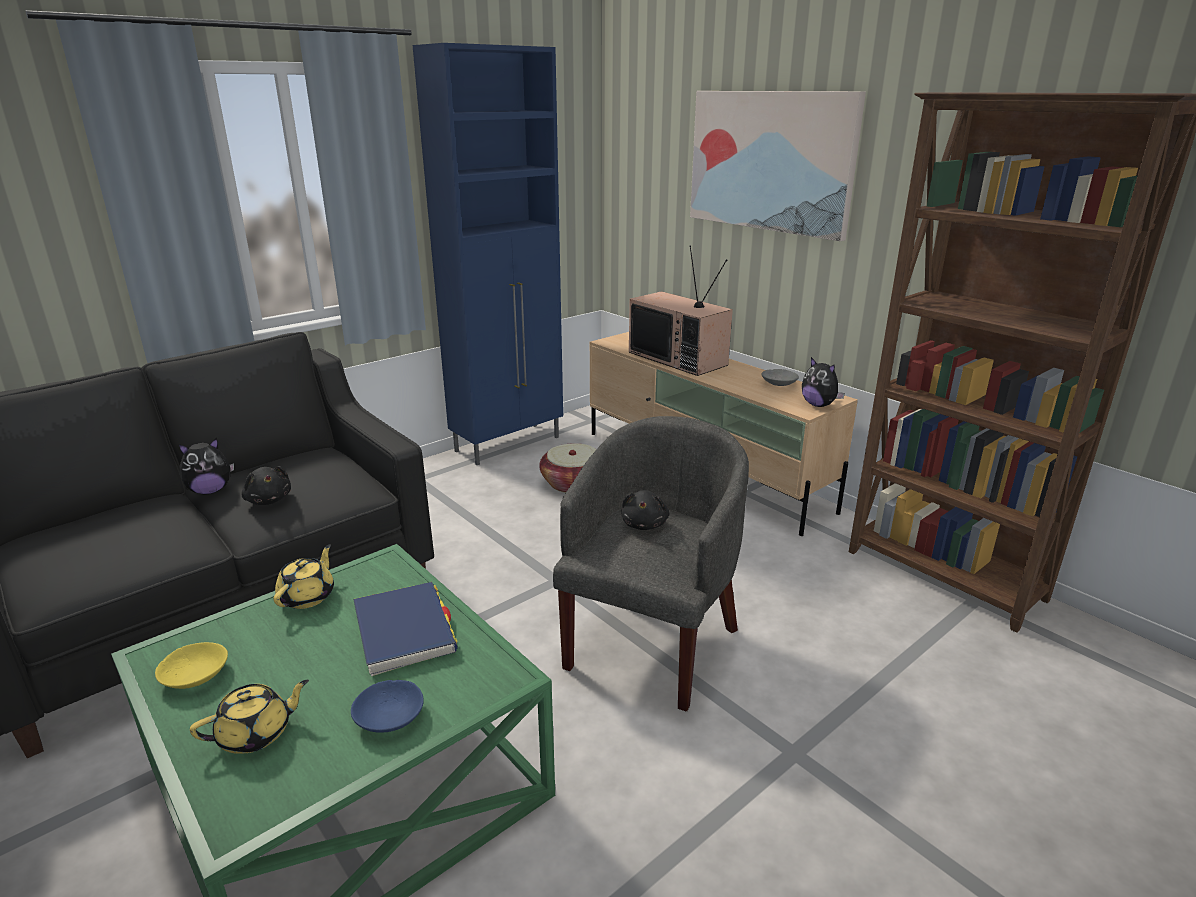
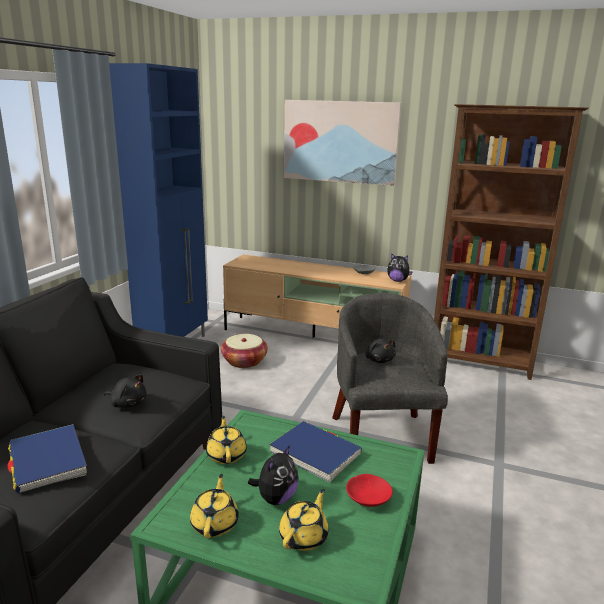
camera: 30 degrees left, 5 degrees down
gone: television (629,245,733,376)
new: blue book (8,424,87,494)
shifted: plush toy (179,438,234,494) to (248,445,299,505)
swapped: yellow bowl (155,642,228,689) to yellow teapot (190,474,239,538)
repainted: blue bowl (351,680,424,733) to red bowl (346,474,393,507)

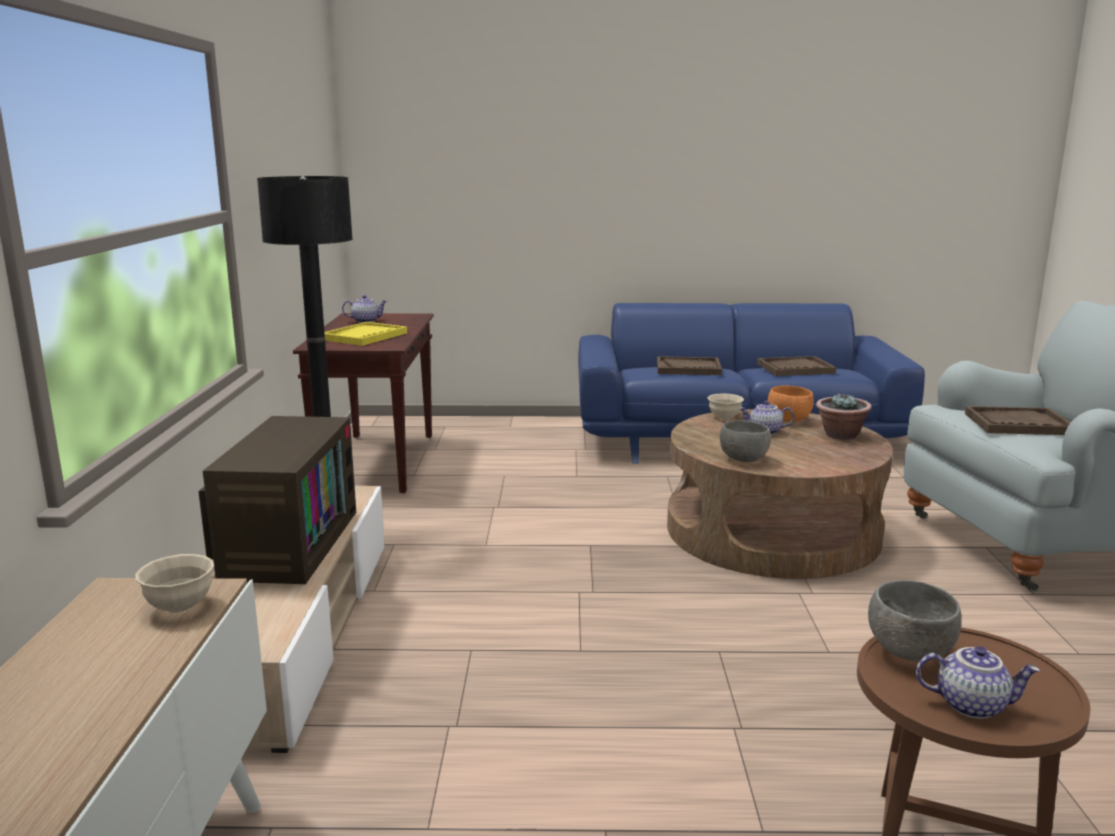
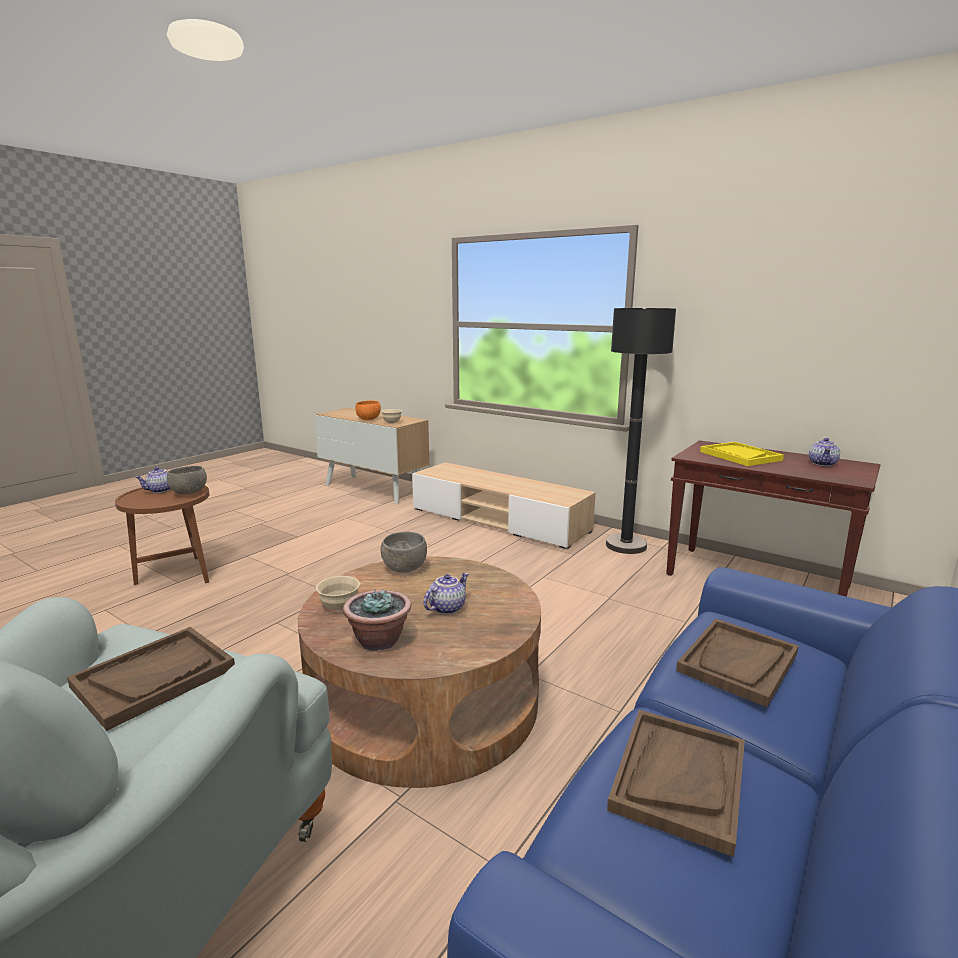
camera: 125 degrees right, 0 degrees up
gone: television (198,416,356,584)
shifted: beige bowl (707,394,744,420) to (316,576,360,611); orange bowl (768,385,814,422) to (355,401,381,420)

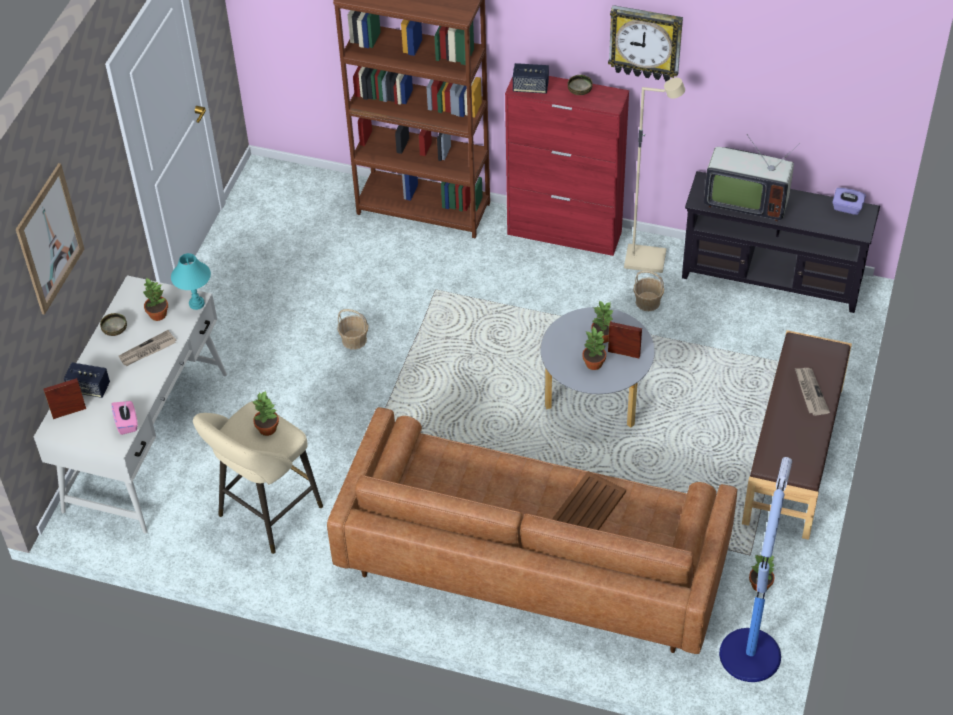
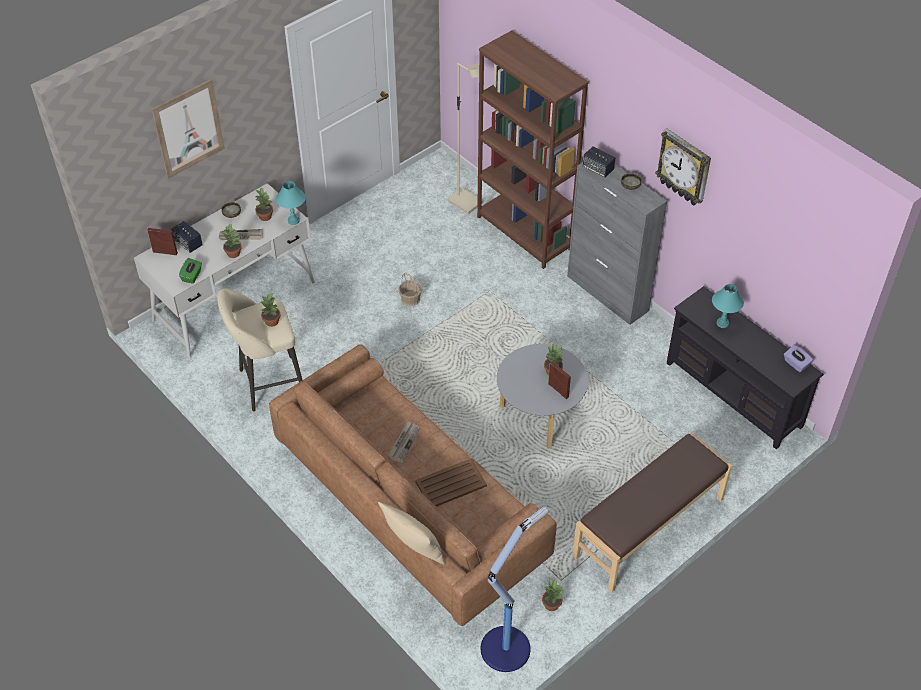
camera: 30 degrees right, 0 degrees up
gone: basket (634,270,664,311)
new: beige pillow (378,502,445,564)
shifted: potted plant (582,326,607,370) to (222,224,242,258); beige floor lamp (624,78,685,273) to (447,63,483,214); newspaper (795,368,830,416) to (388,421,420,463)
swapped: television (704,136,800,221) to turquoise table lamp (712,284,744,328)
repainted: pink tissue box (112,401,138,435) to green tissue box (179,258,202,284); red cabinet (505,76,629,256) to grey cabinet (567,162,667,325)

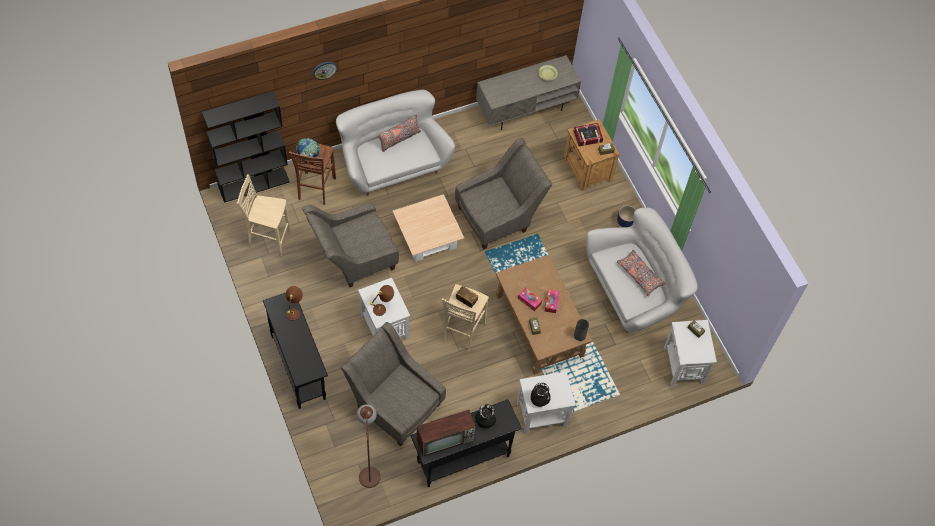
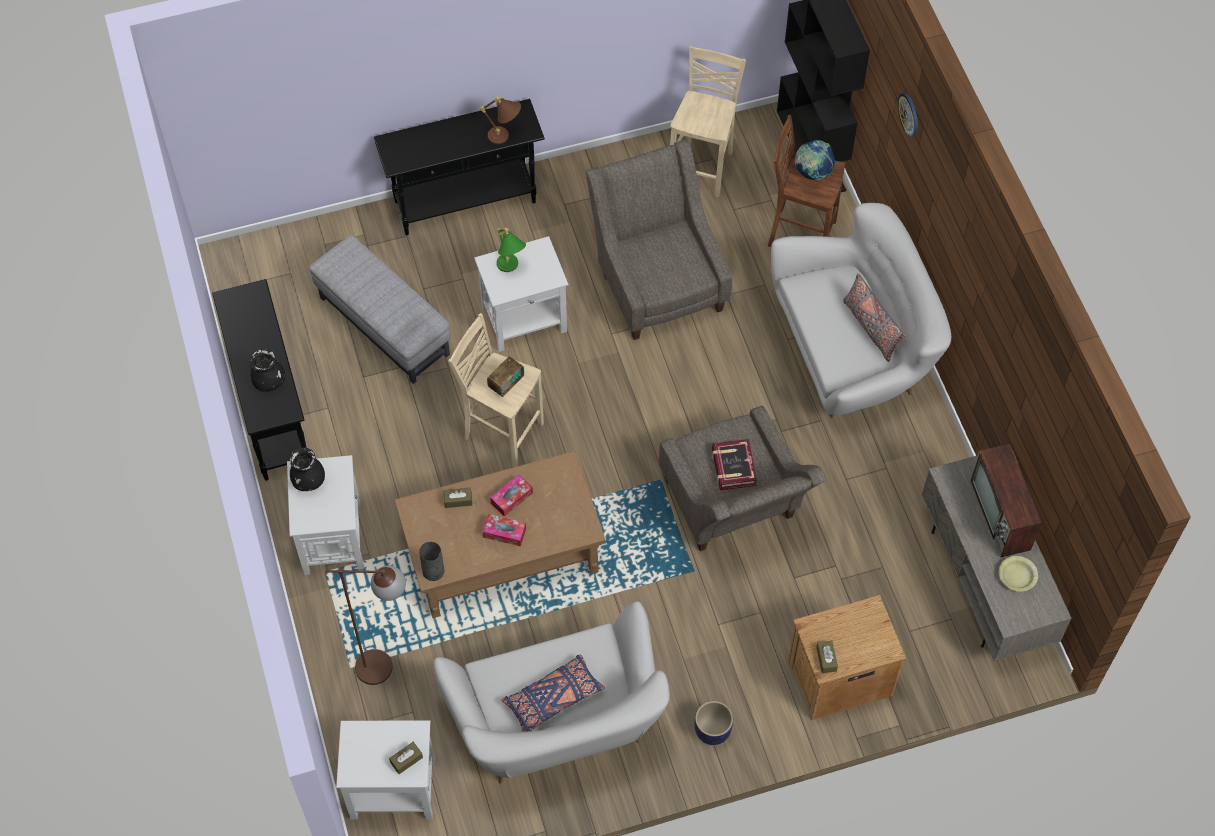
camera: 100 degrees right, 0 degrees up
gone: beige coffee table (393,194,464,262)
shifted: brown floor lamp (357,404,381,488) to (325,566,406,685); television (417,410,476,457) to (970,444,1042,558); book (574,123,603,146) to (712,439,757,490)
swapped: grey armchair (341,322,446,446) to grey ottoman (309,236,451,384)
repainted: brown table lamp (370,285,394,316) to green table lamp (497,228,526,272); grey pillow (617,250,666,296) to blue pillow (501,655,605,732)

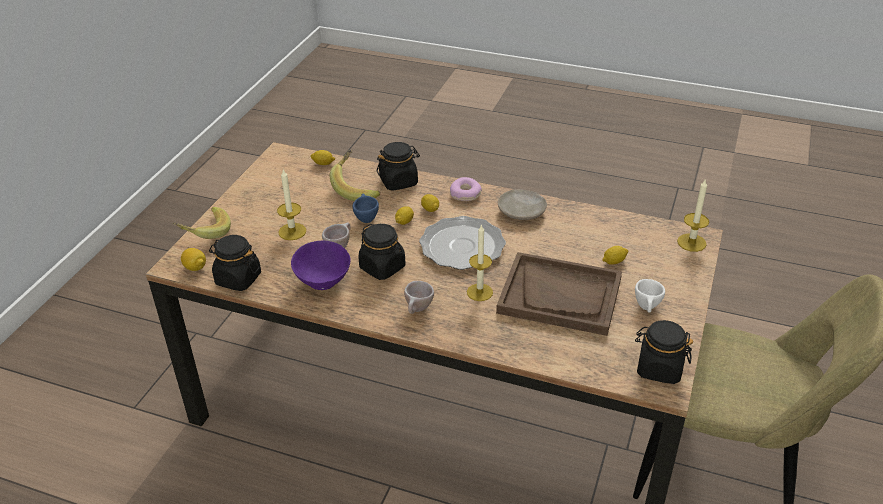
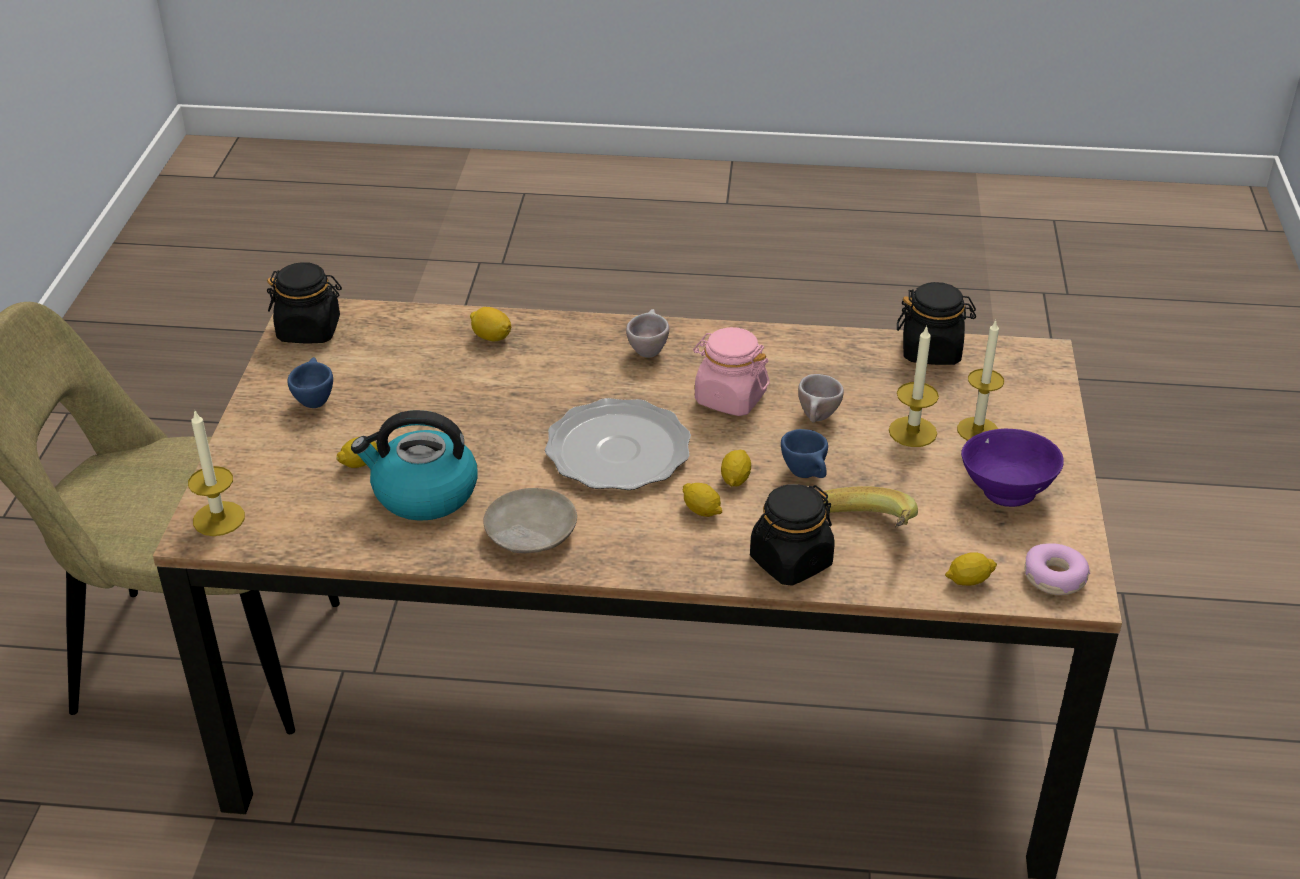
camera: 165 degrees right, 0 degrees up
gone: banana (172,207,231,239); brown tray (496,252,622,336)
new: kettle (351,410,478,521)
shifted: lemon (181,248,206,271) to (470,307,511,341); purple bowl (291,241,351,290) to (961,429,1064,507); donut (450,177,482,201) to (1025,543,1090,595); candle (467,224,493,301) to (957,319,1004,441)
repainted: black jar (358,224,405,280) to pink jar (693,327,770,416); white cup (635,279,665,313) to blue cup (288,357,333,408)

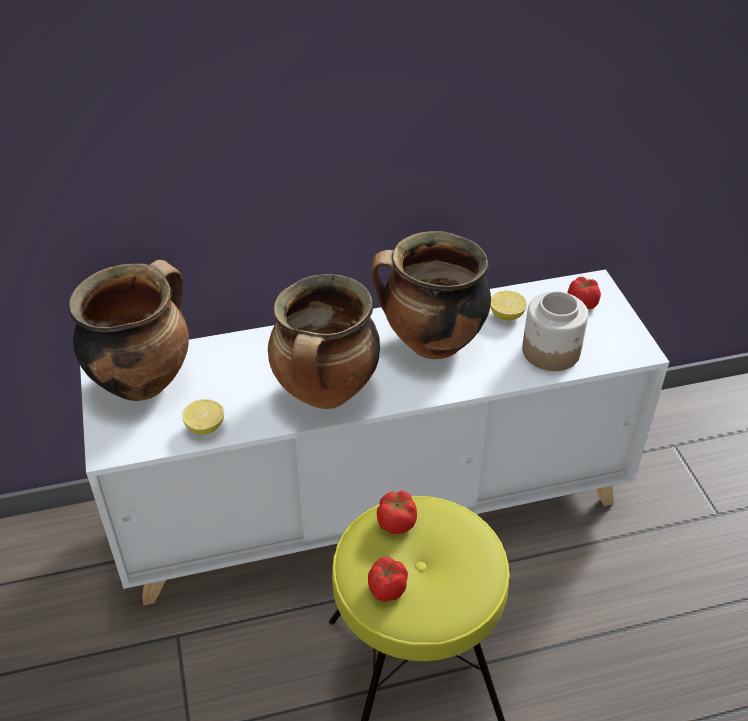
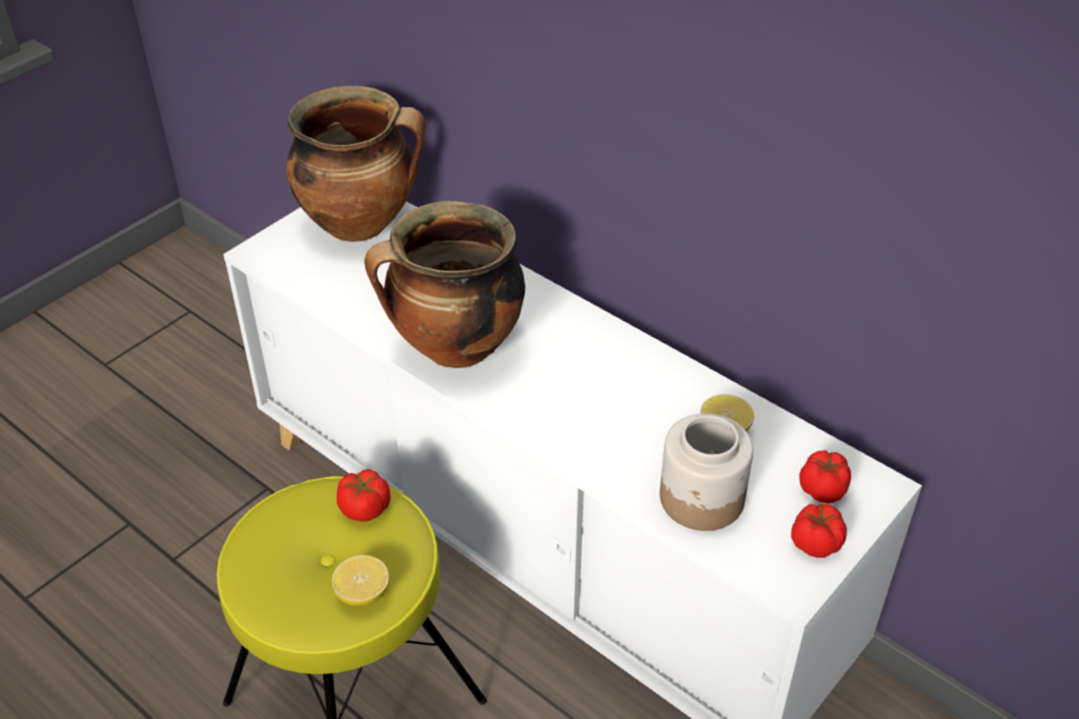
camera: 55 degrees right, 0 degrees up
gone: cooking pot (371,231,491,359)
shifted: lemon (182,399,224,434) to (332,555,389,606); tomato (368,557,408,602) to (791,504,847,558)

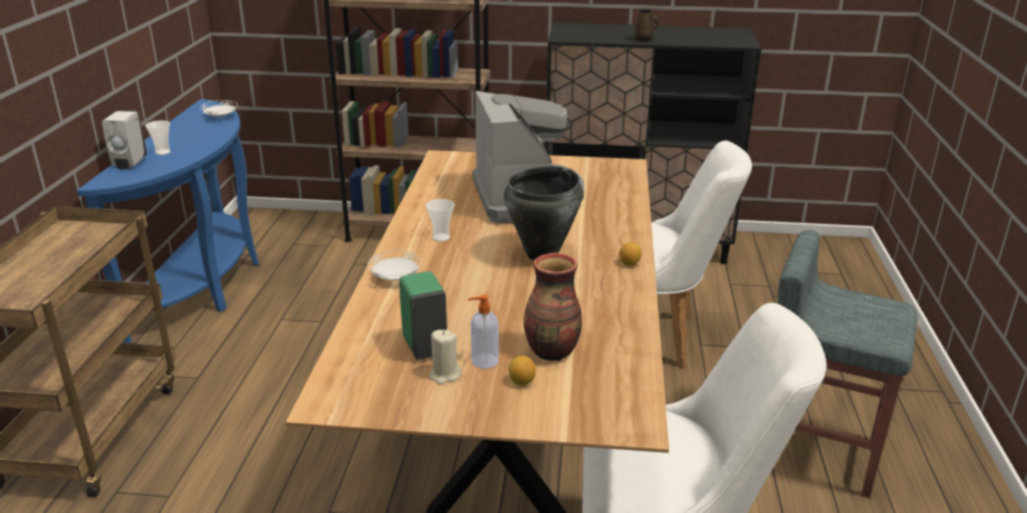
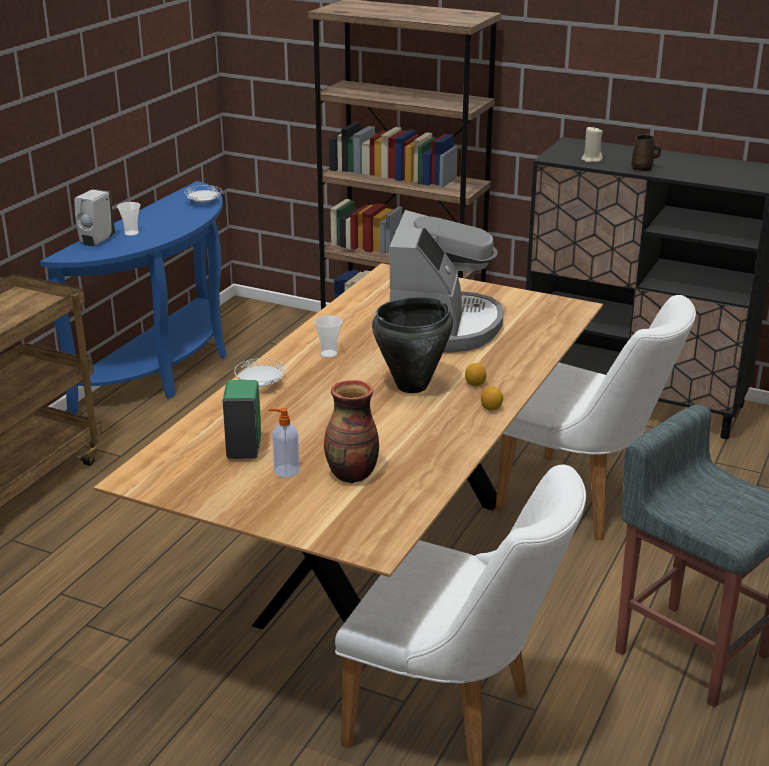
camera: 20 degrees right, 0 degrees up
shifted: beige candle (429,330,462,385) to (581,126,603,163); lemon (509,356,536,386) to (465,363,486,387)

